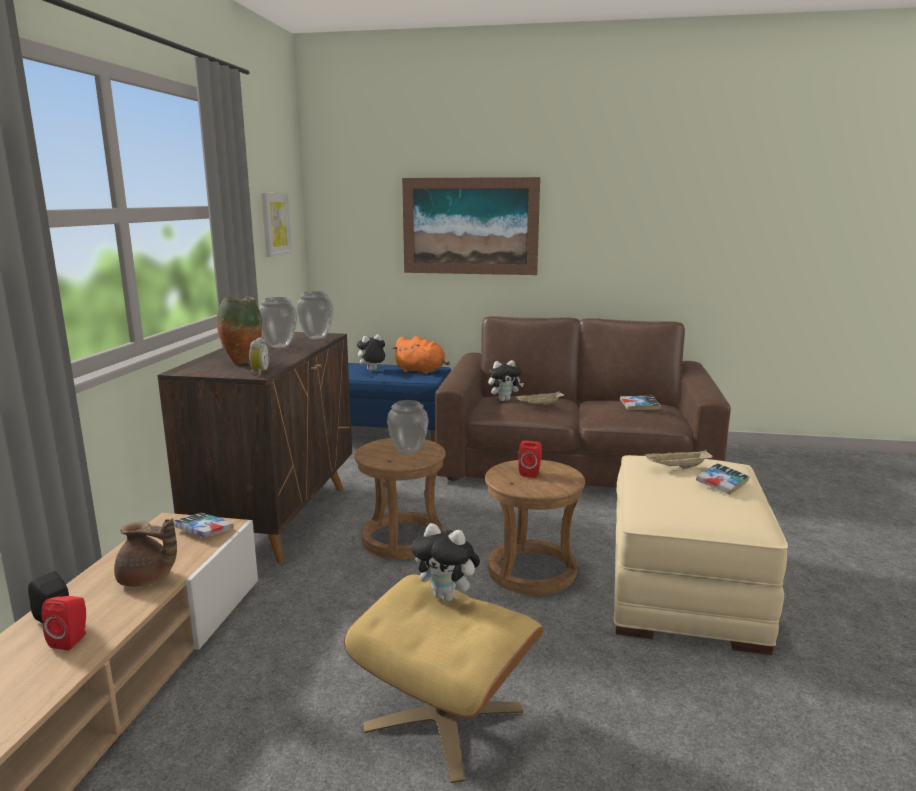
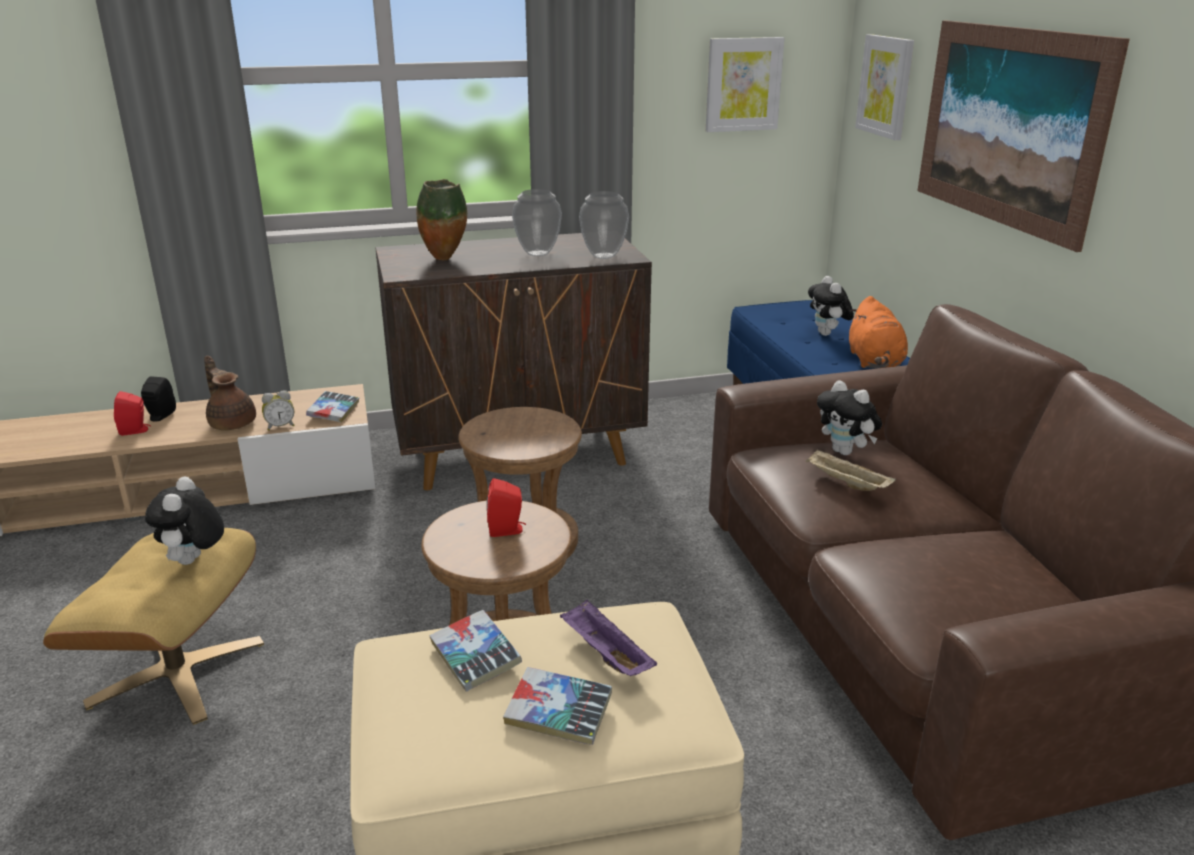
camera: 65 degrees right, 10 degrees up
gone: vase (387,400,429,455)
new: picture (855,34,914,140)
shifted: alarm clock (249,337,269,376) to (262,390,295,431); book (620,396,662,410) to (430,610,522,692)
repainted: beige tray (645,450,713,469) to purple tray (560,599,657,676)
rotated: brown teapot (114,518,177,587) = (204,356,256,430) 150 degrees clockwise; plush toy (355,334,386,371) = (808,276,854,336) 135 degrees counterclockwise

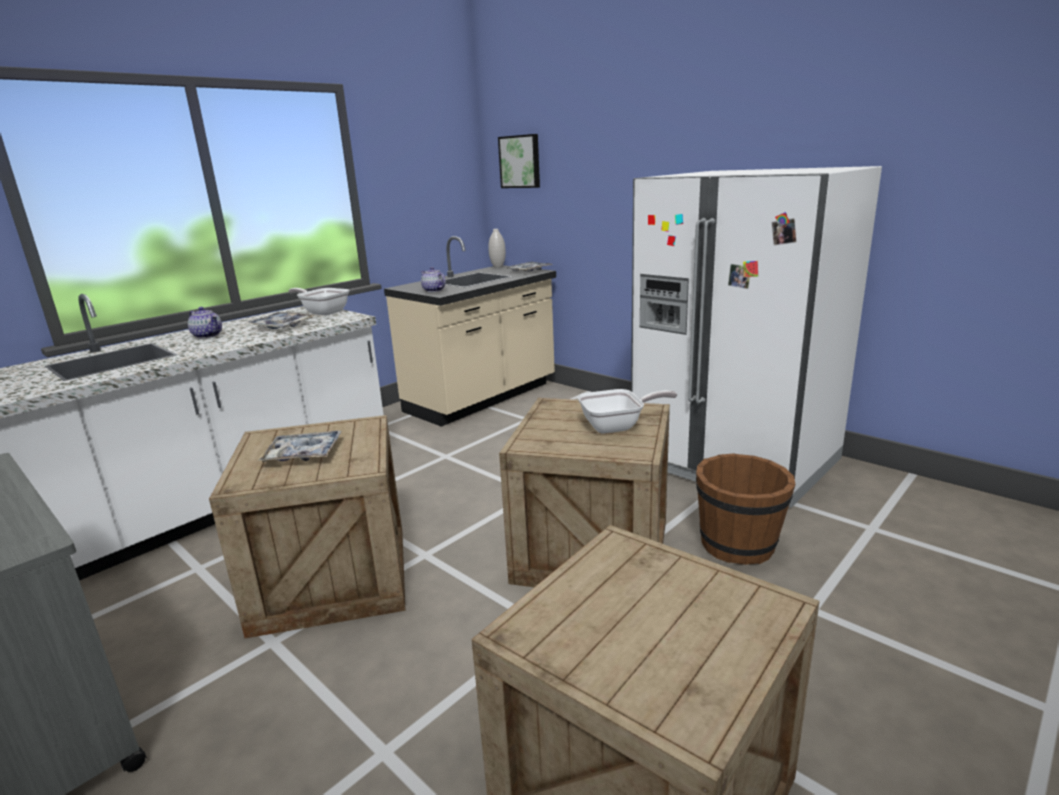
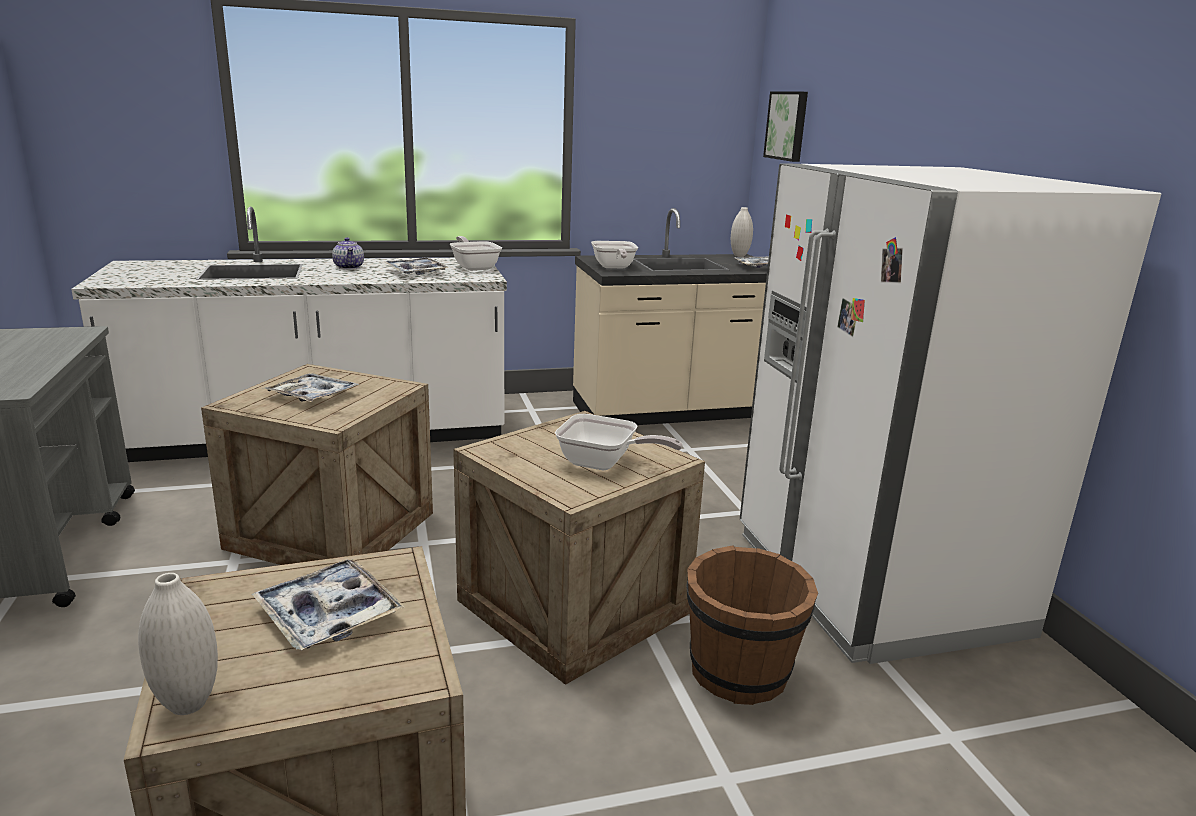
camera: 30 degrees right, 0 degrees up
new: white vase (138,573,218,715); tray (252,559,405,650)
swapped: teapot (420,267,446,292) to frying pan (591,241,638,268)

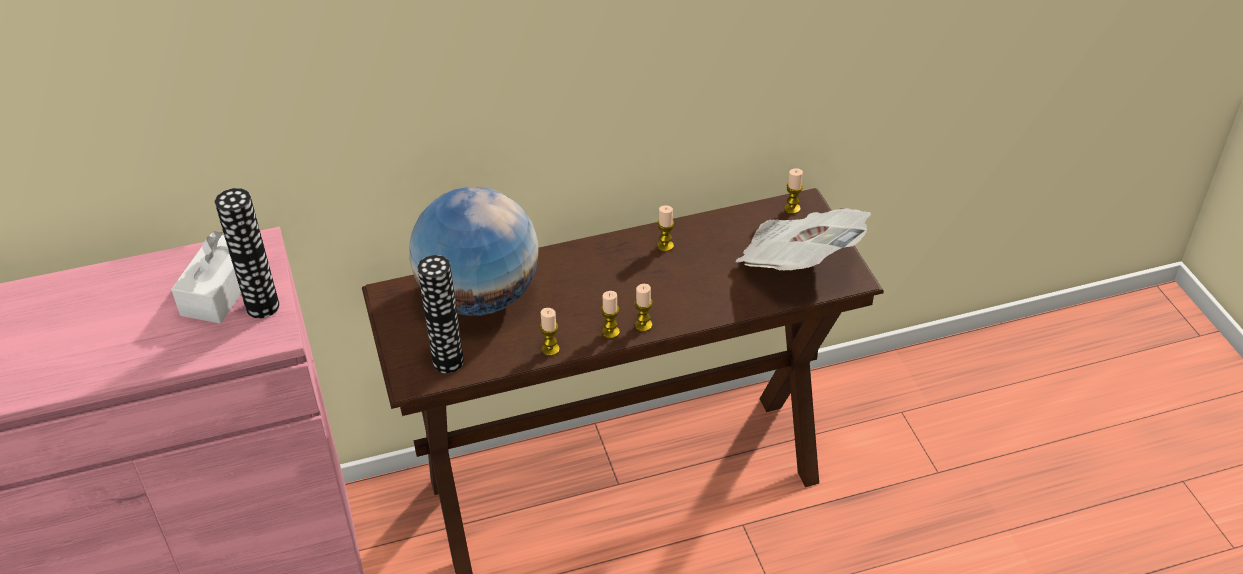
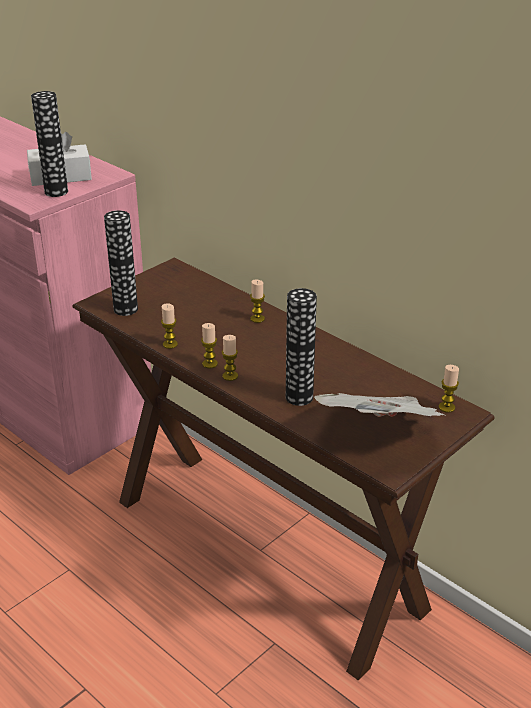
camera: 60 degrees right, 10 degrees down
gone: globe (409,187,539,316)
new: vase (286,288,317,406)
shifted: candle (657,205,674,252) to (250,280,265,323)

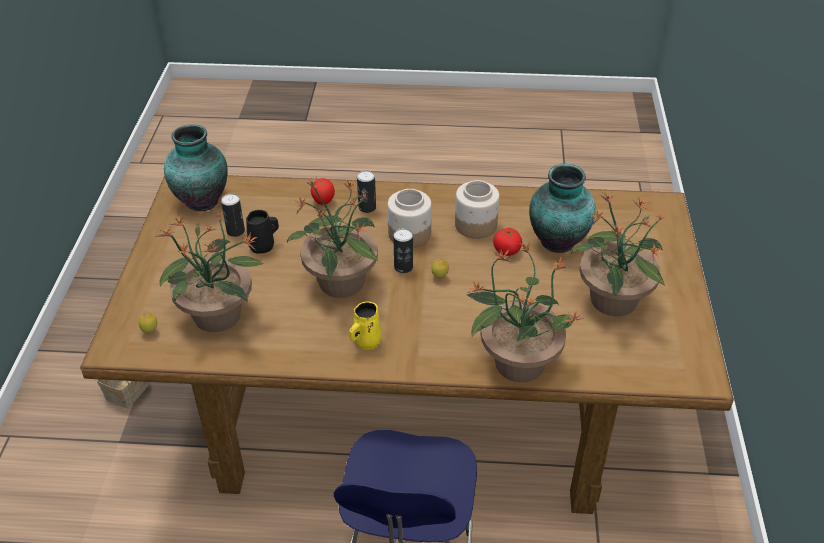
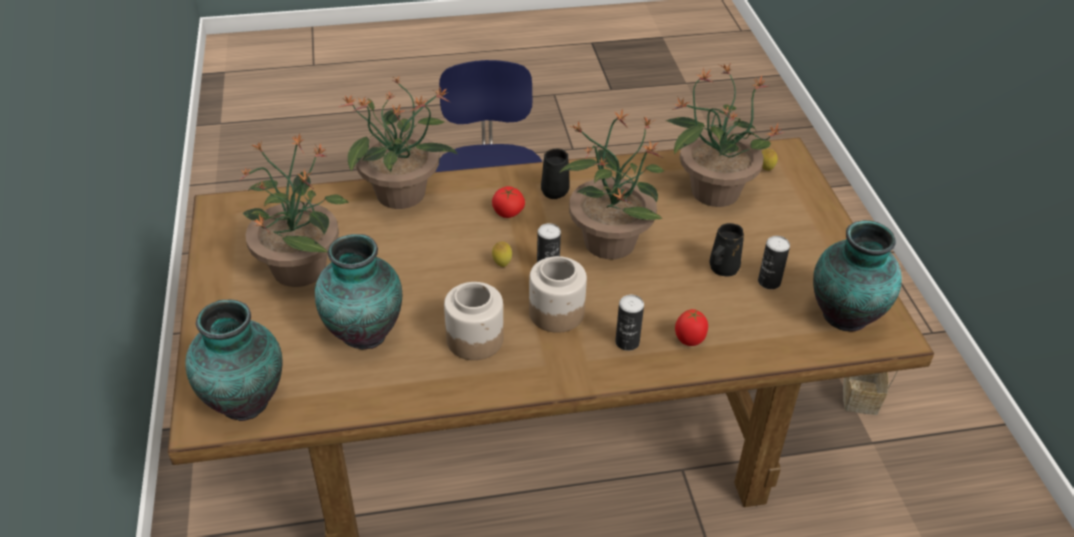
camera: 165 degrees right, 0 degrees up
new: vase (185,300,282,421)
shifted: tomato (493,228,522,256) to (492,186,525,218)
repainted: yellow mug (349,302,382,350) to black mug (541,149,570,199)

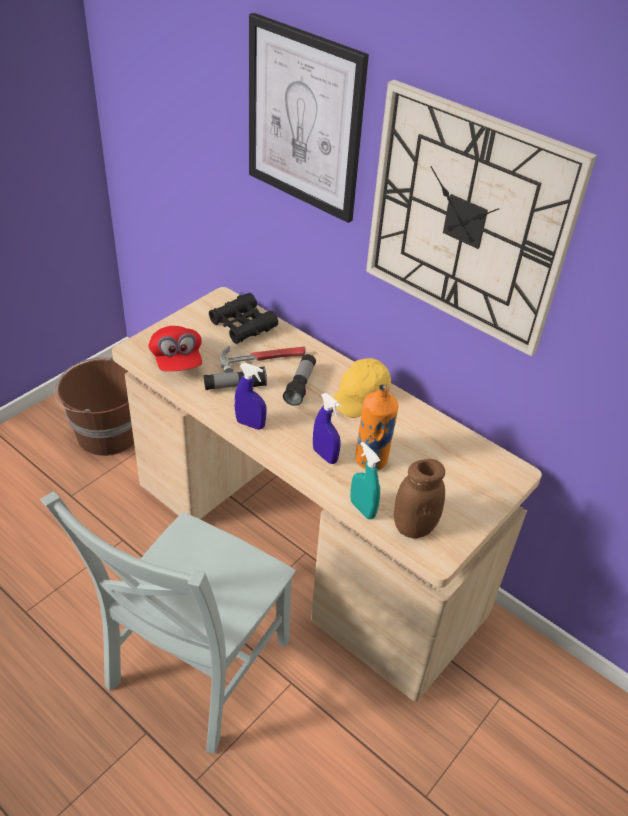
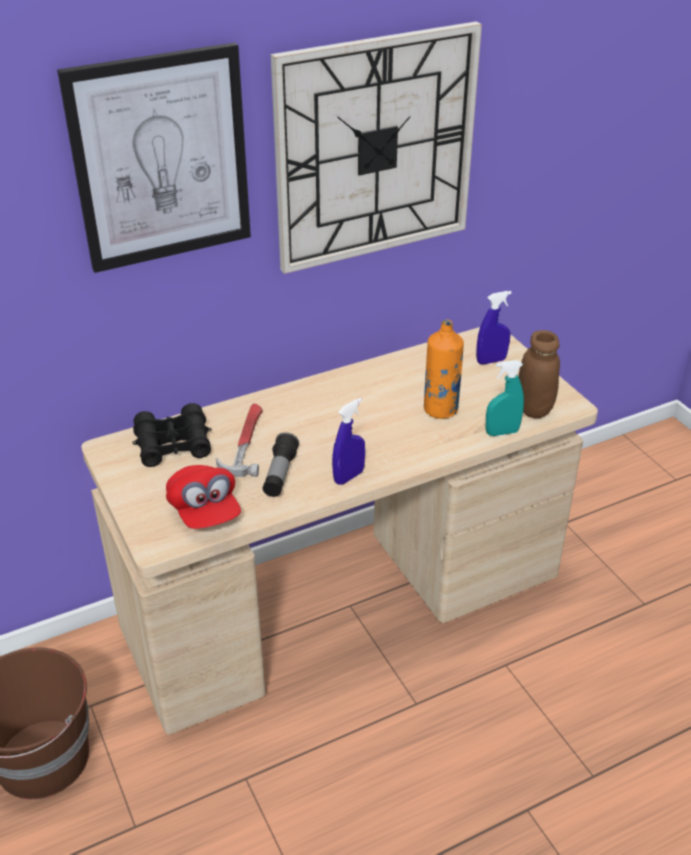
camera: 65 degrees left, 5 degrees down
gone: grey chair (40,491,296,754); flashlight (283,354,316,406); yellow cap (332,358,391,418)
shifted: blue spray bottle (313,393,341,464) to (476,291,512,365)
rotated: red cap (148,326,202,372) = (166,465,241,529) 60 degrees clockwise

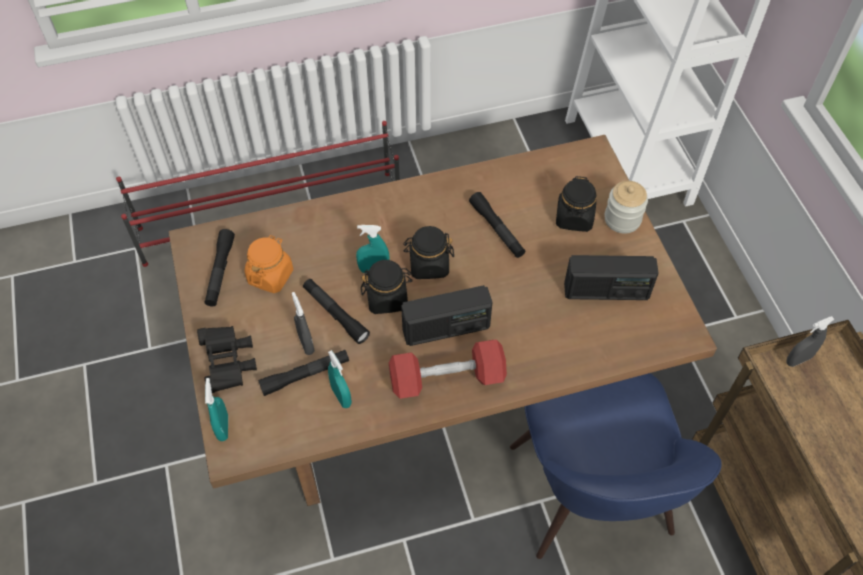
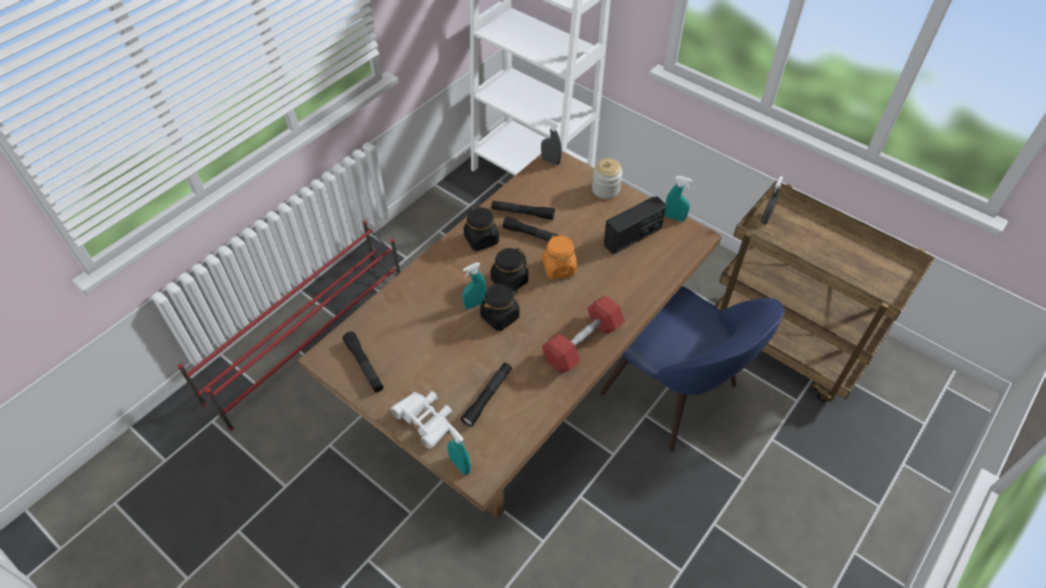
camera: 35 degrees left, 5 degrees down
gone: radio (401,285,493,346)
shifted: orange jar (245,235,293,293) to (543,234,577,279); grey spray bottle (292,292,315,355) to (541,118,562,165); black flashlight (303,279,370,344) to (491,201,555,220); turquoise spray bottle (328,350,352,408) to (665,176,693,222); black jar (556,176,597,232) to (464,206,499,251)
repainted: black binoculars (197,326,257,393) to white binoculars (391,391,452,449)

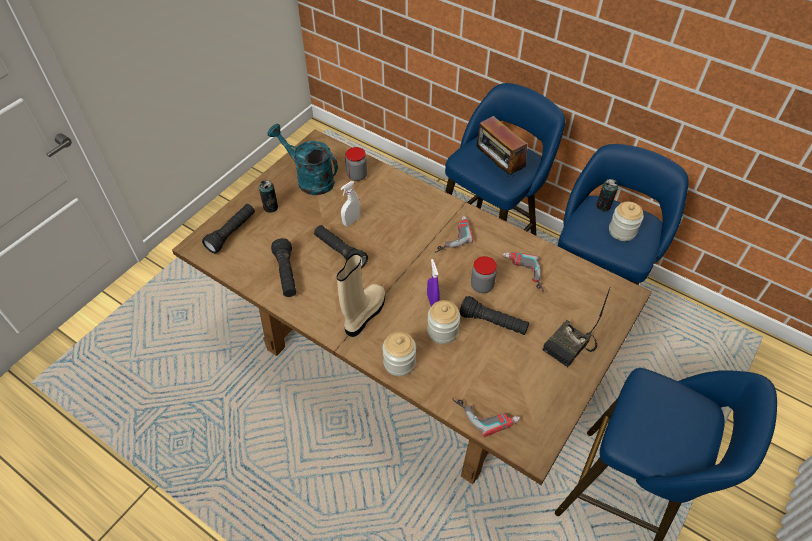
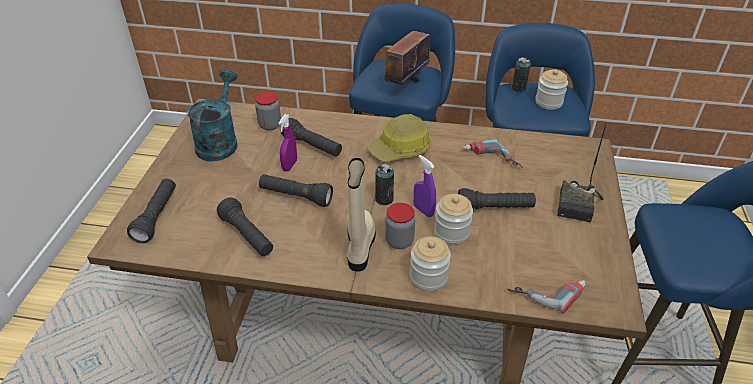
camera: 25 degrees left, 10 degrees down
new: black flashlight (281,118,342,157)
shifted: can (259,180,278,213) to (375,164,394,205); jar (471,256,497,293) to (385,203,415,249)
swapped: power drill (434,215,473,253) to hard hat (368,114,431,162)
repainted: white spray bottle (341,181,360,226) to purple spray bottle (278,114,297,172)
rotated: turquoise watering can (268,124,338,195) = (188,69,237,162) 90 degrees clockwise; radio (476,116,528,177) = (380,31,435,85) 90 degrees clockwise

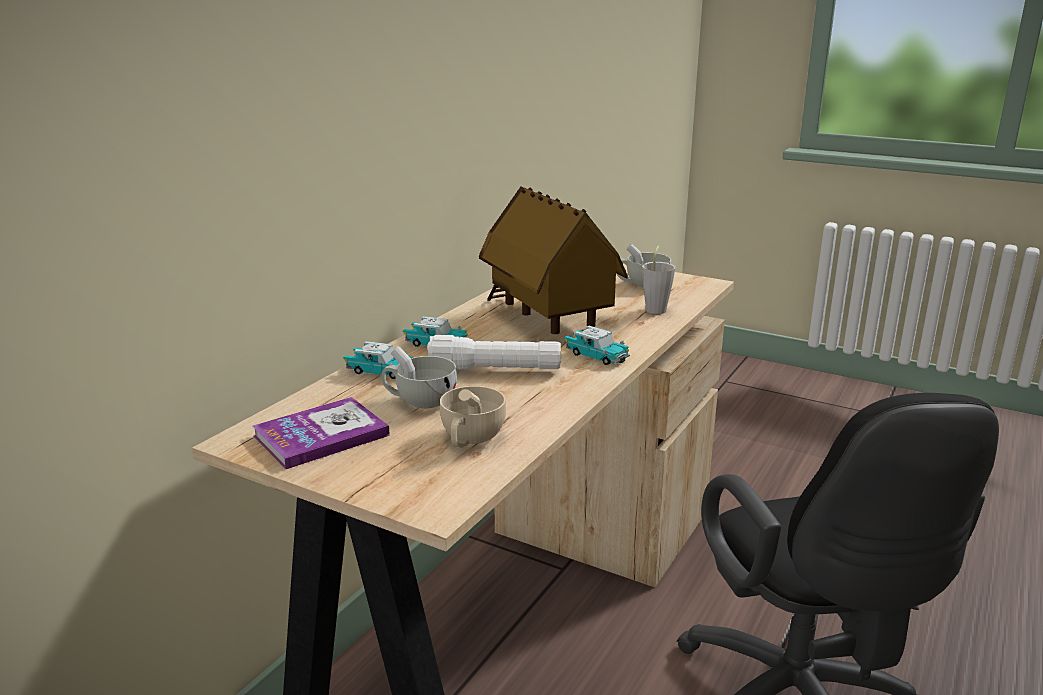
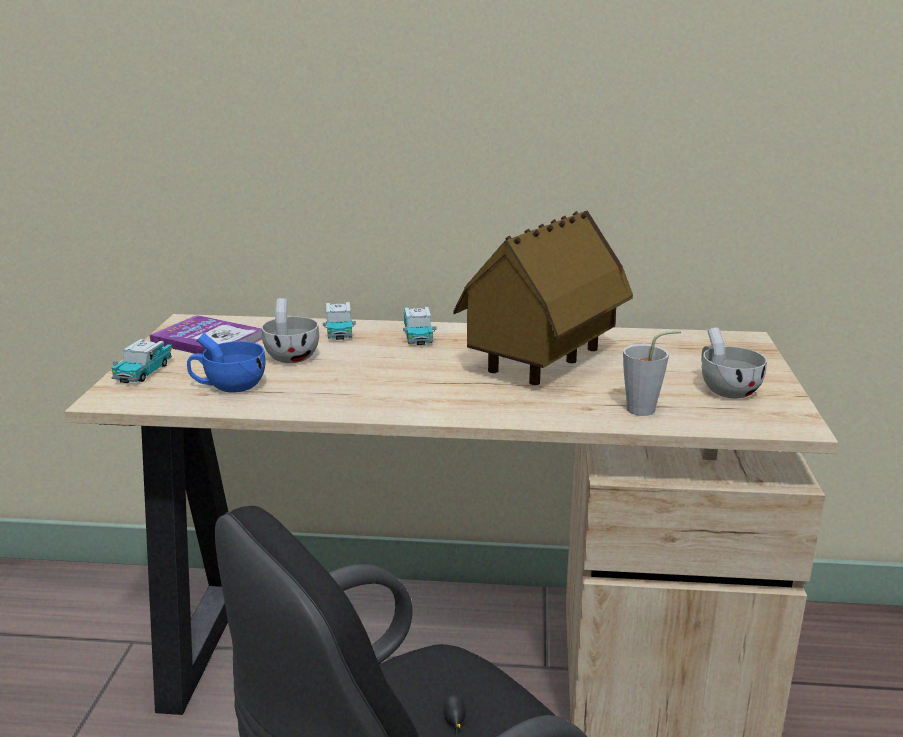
camera: 65 degrees right, 0 degrees up
gone: white flashlight (427,335,561,370)
shifted: toy car (565,326,630,365) to (111,339,172,383)
repainted: beige cup (440,386,506,448) to blue cup (187,333,265,393)

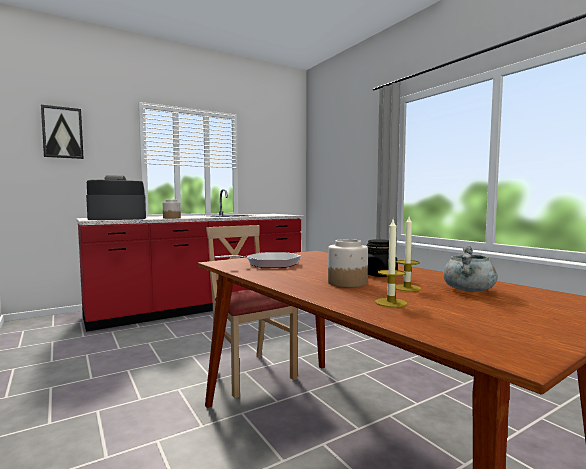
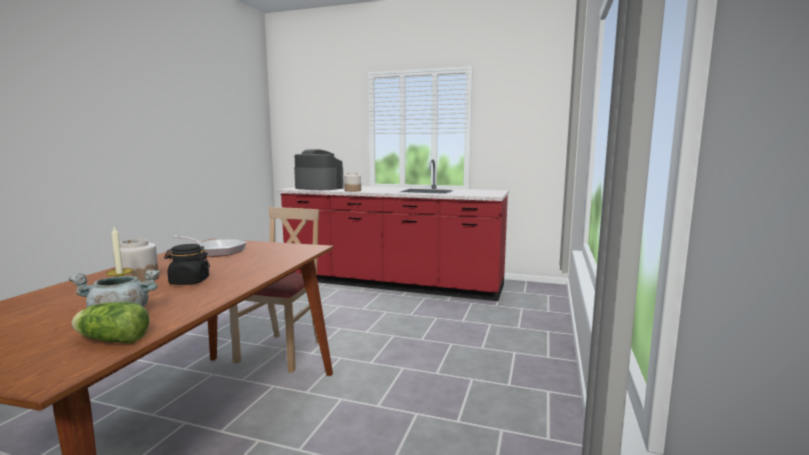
camera: 50 degrees right, 5 degrees up
gone: picture (41,105,84,159); candle (375,219,407,307)
new: lettuce (71,302,150,344)

